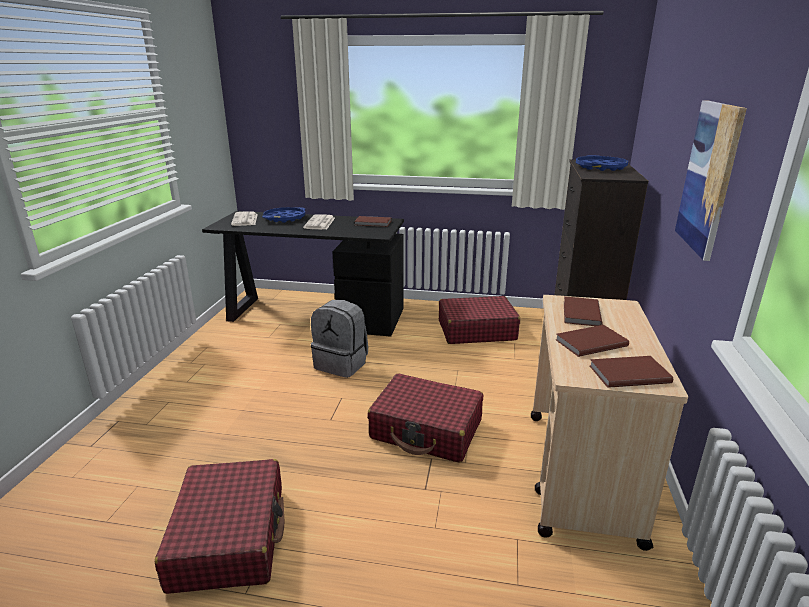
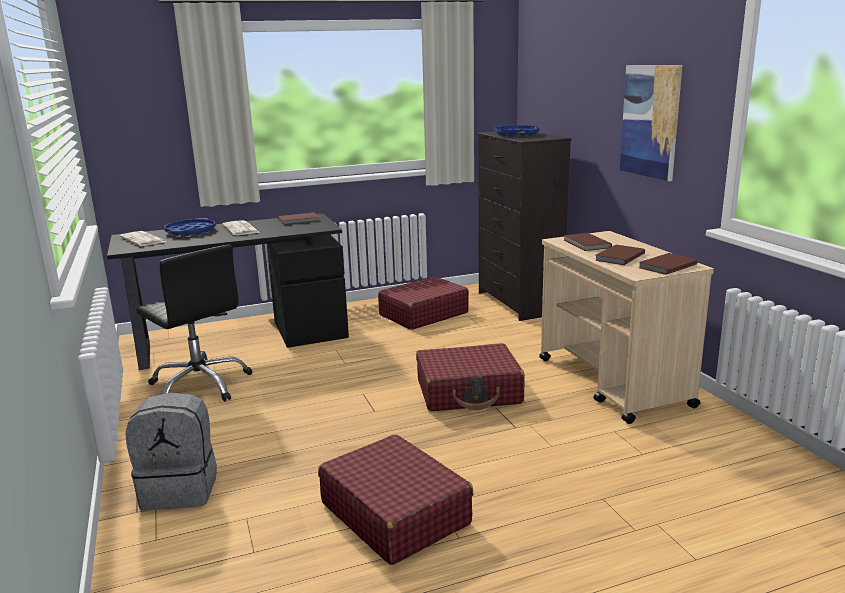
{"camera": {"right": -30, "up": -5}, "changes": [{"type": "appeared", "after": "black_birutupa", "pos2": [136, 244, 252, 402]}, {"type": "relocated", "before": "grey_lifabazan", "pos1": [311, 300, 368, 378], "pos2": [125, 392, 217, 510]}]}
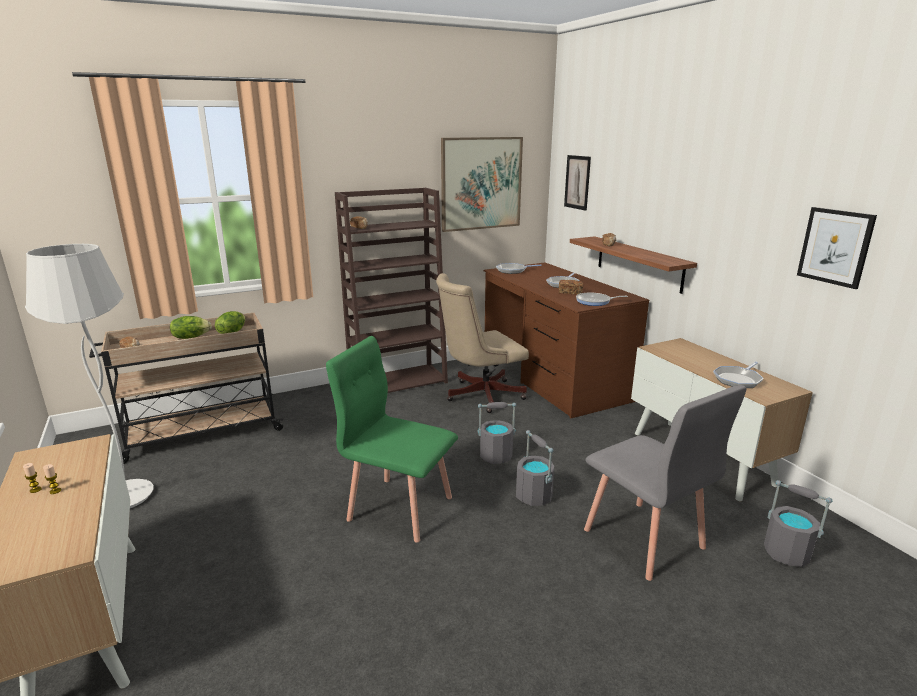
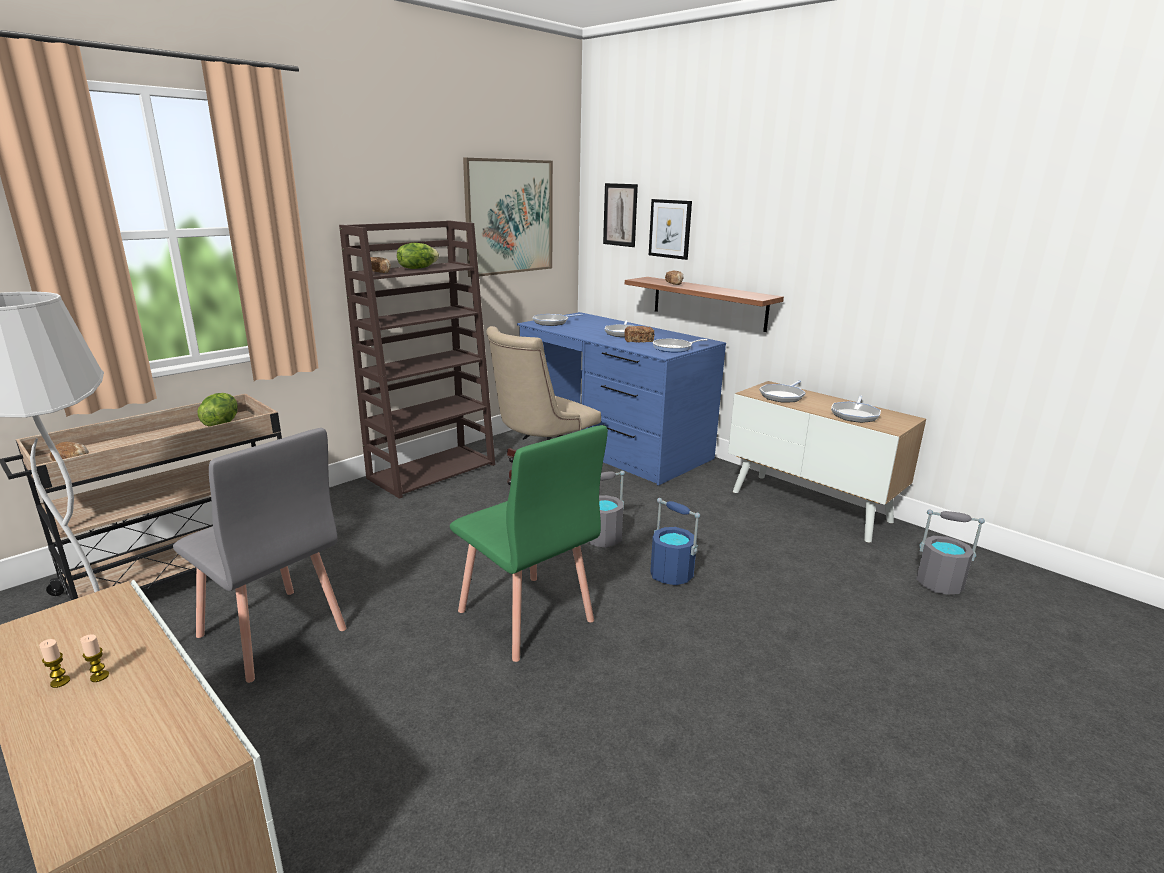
{"camera": {"right": -20, "up": 0}, "changes": [{"type": "appeared", "after": "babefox", "pos2": [759, 380, 806, 403]}, {"type": "relocated", "before": "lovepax", "pos1": [170, 316, 212, 339], "pos2": [397, 243, 439, 269]}, {"type": "relocated", "before": "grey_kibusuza", "pos1": [584, 385, 746, 581], "pos2": [173, 428, 347, 683]}, {"type": "relocated", "before": "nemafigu", "pos1": [797, 207, 877, 289], "pos2": [649, 199, 692, 260]}, {"type": "colour", "before": "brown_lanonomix", "after": "blue_lanonomix", "pos1": [484, 263, 649, 419], "pos2": [517, 312, 726, 486]}, {"type": "colour", "before": "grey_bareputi", "after": "blue_bareputi", "pos1": [516, 430, 555, 506], "pos2": [650, 498, 700, 585]}, {"type": "spun", "before": "green_kibusuza", "pos1": [326, 336, 458, 543], "pos2": [450, 425, 608, 662], "turn": -135}]}
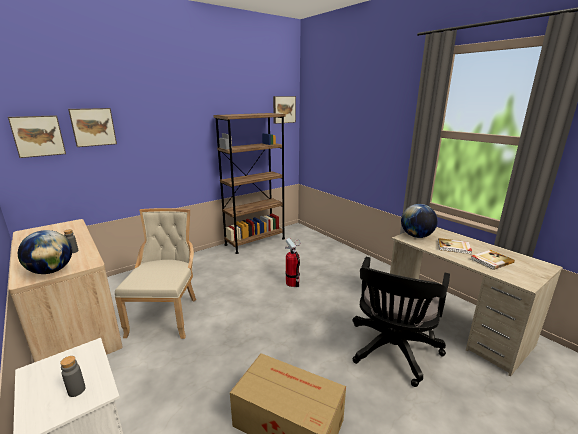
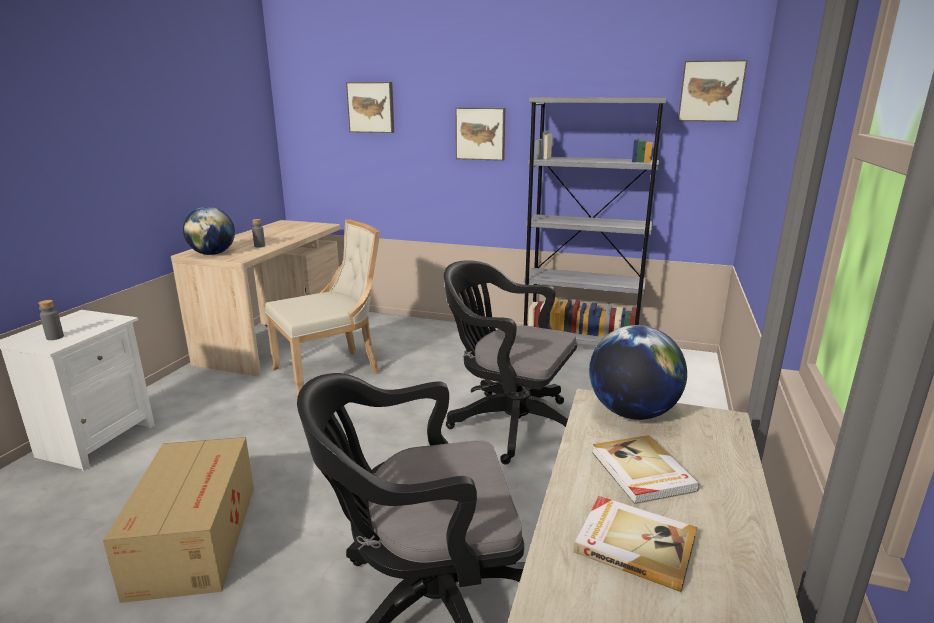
{"camera": {"right": 55, "up": 0}, "changes": [{"type": "relocated", "before": "nemafigu", "pos1": [8, 115, 66, 158], "pos2": [455, 108, 505, 161]}, {"type": "exchanged", "before": "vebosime", "after": "black_birutupa", "pos1": [285, 238, 301, 287], "pos2": [444, 260, 577, 465]}, {"type": "colour", "before": "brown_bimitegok", "after": "grey_bimitegok", "pos1": [214, 113, 286, 254], "pos2": [524, 97, 666, 346]}]}
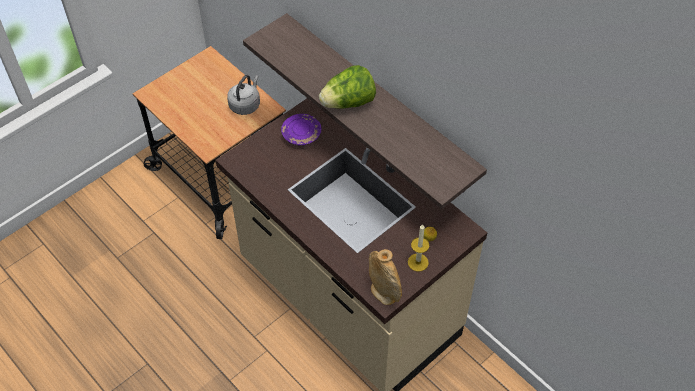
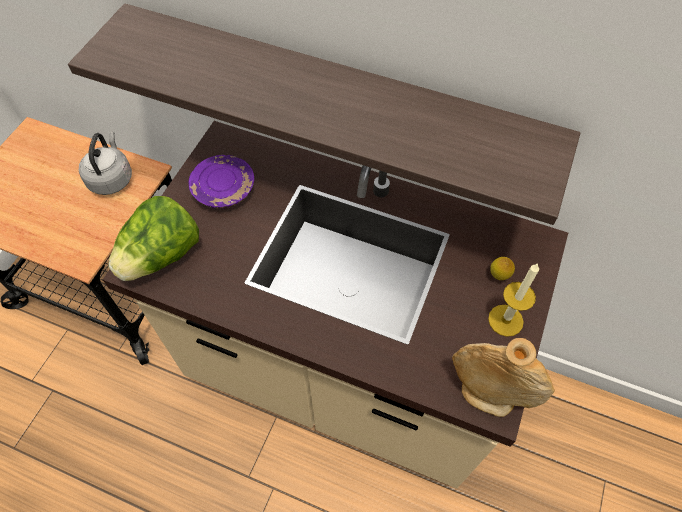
{"camera": {"right": -25, "up": 5}, "changes": [{"type": "relocated", "before": "lovepax", "pos1": [319, 65, 376, 109], "pos2": [109, 196, 199, 281]}]}
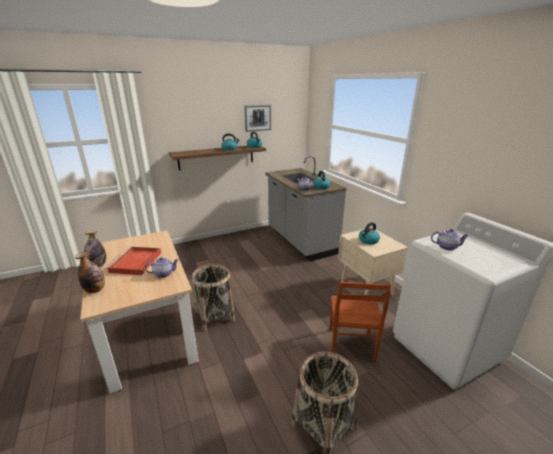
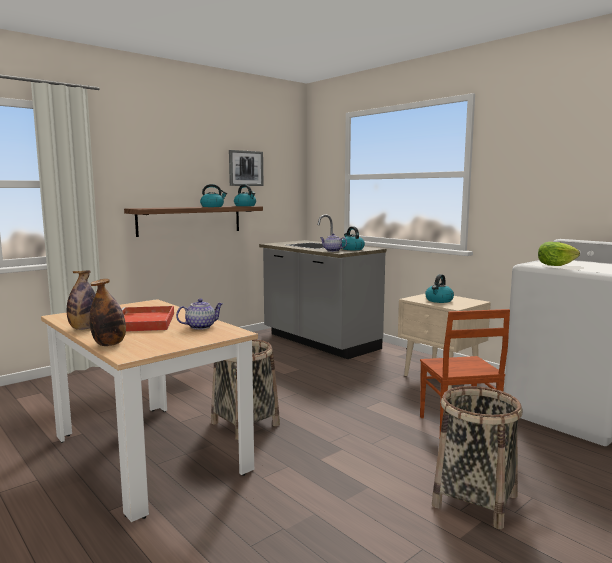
{"camera": {"right": -15, "up": -15}, "changes": [{"type": "exchanged", "before": "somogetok", "after": "lovepax", "pos1": [431, 229, 470, 251], "pos2": [538, 242, 580, 266]}]}
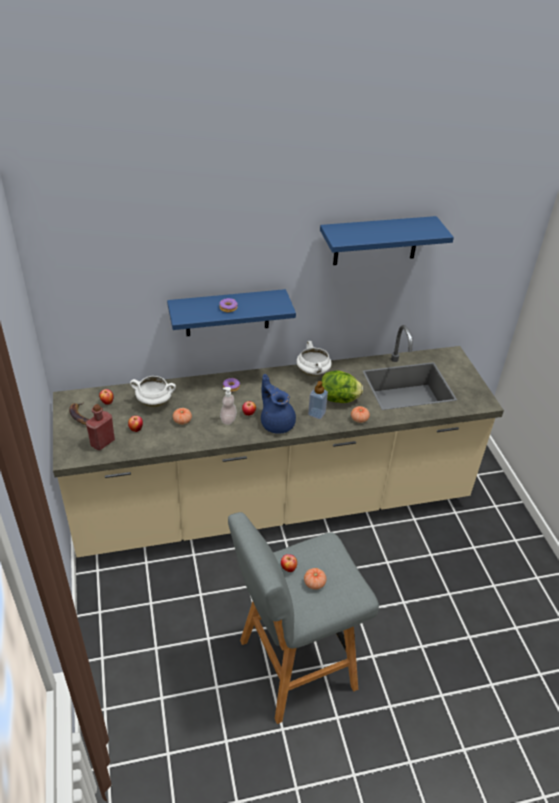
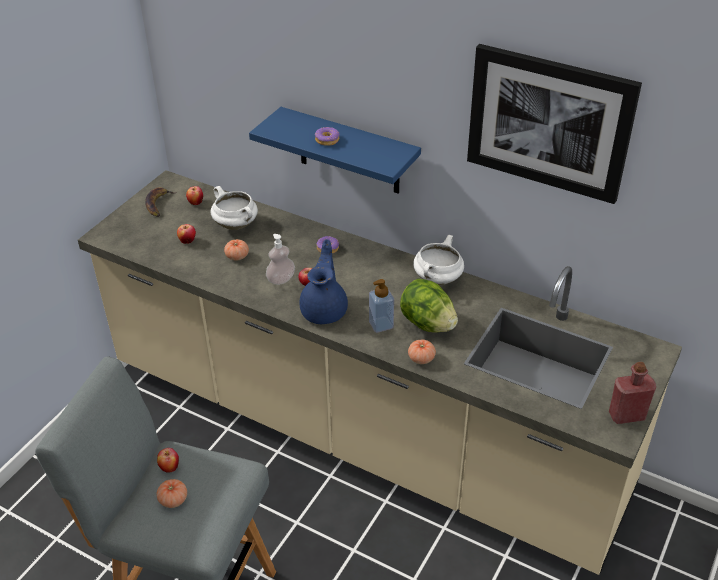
{"camera": {"right": 45, "up": 0}, "changes": [{"type": "relocated", "before": "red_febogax", "pos1": [86, 404, 115, 450], "pos2": [609, 362, 656, 424]}, {"type": "exchanged", "before": "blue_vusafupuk", "after": "nemafigu", "pos1": [320, 216, 454, 265], "pos2": [467, 44, 642, 204]}]}
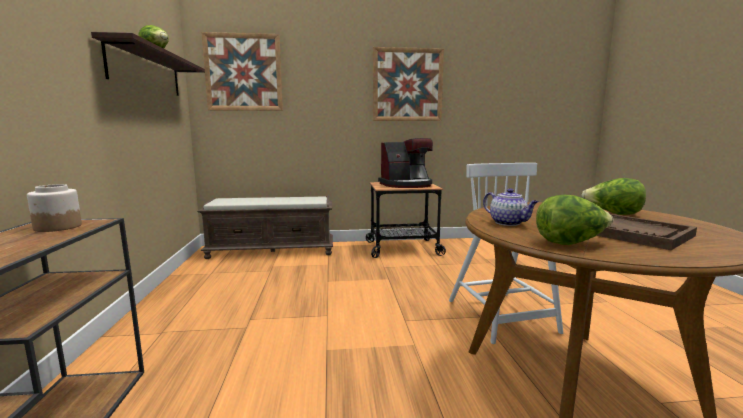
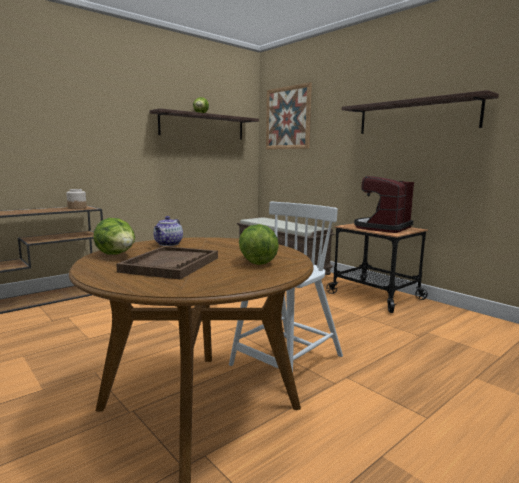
{"camera": {"right": 55, "up": 0}, "changes": [{"type": "exchanged", "before": "nemafigu", "after": "vusafupuk", "pos1": [373, 47, 444, 121], "pos2": [342, 90, 499, 134]}, {"type": "spun", "before": "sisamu", "pos1": [378, 138, 433, 188], "pos2": [354, 176, 414, 233], "turn": 90}]}
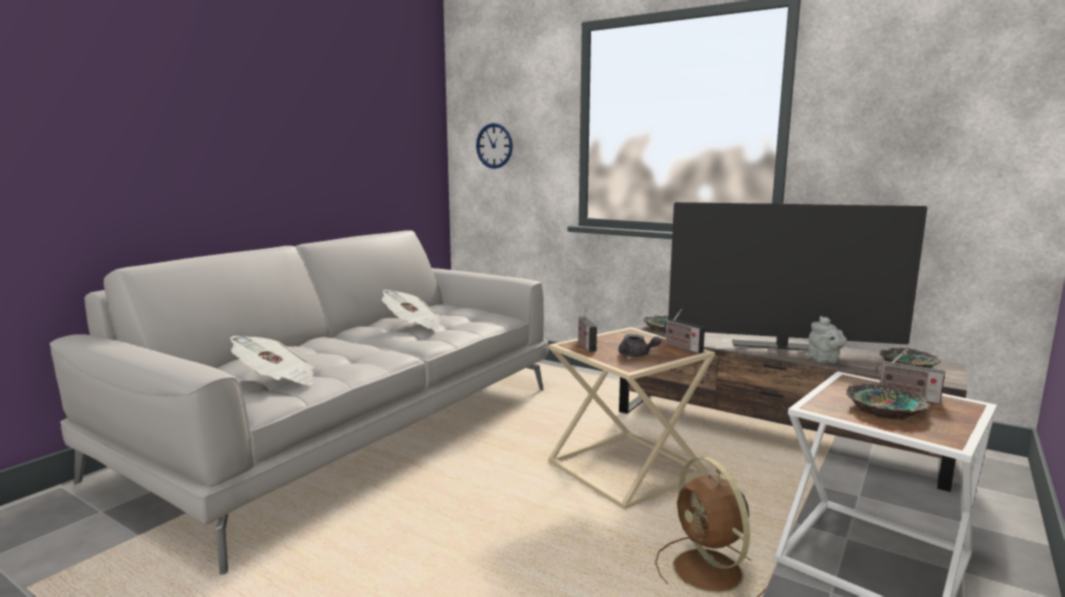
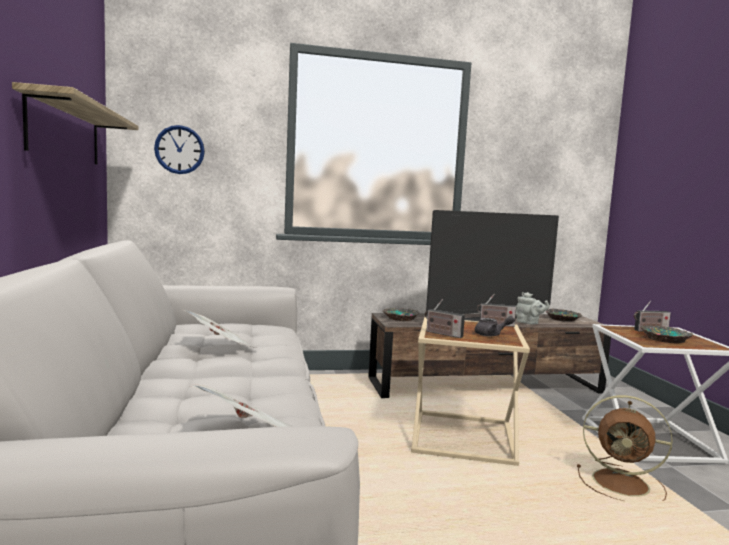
{"camera": {"right": -45, "up": -5}, "changes": [{"type": "appeared", "after": "vusafupuk", "pos2": [12, 82, 138, 165]}]}
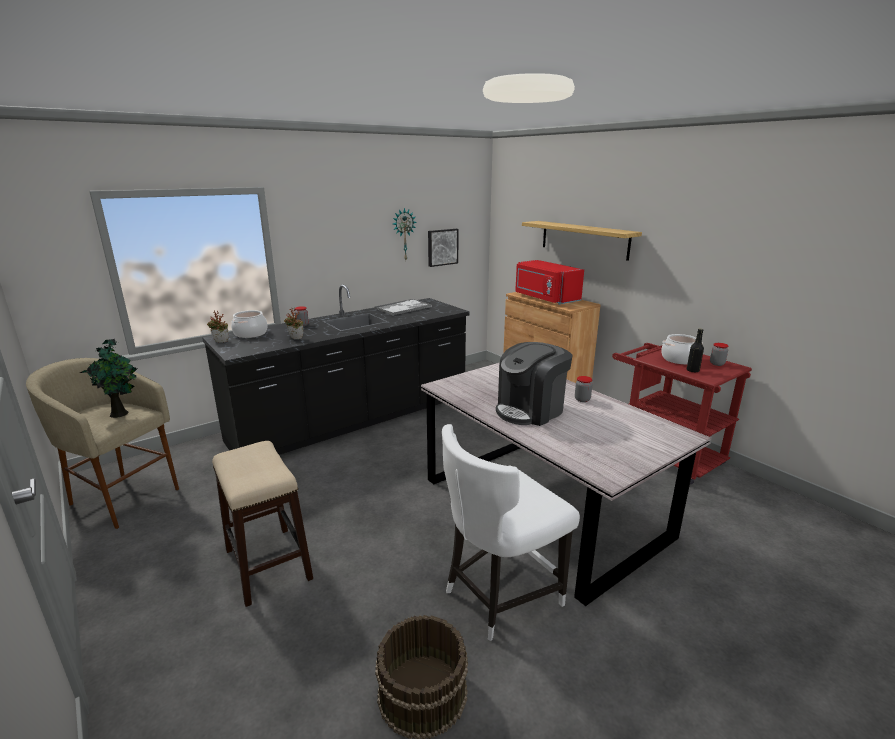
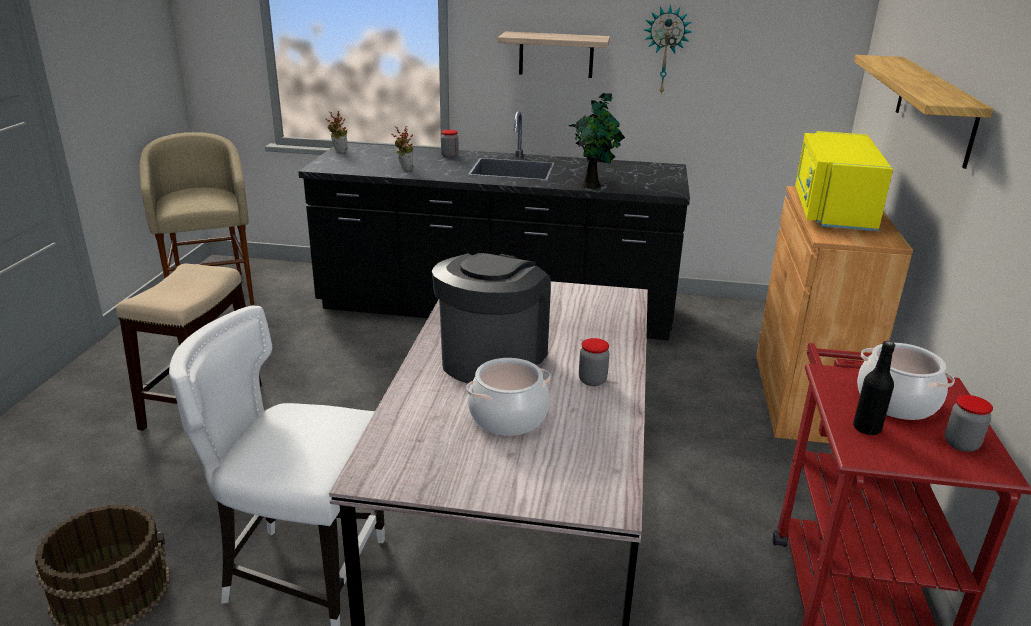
{"camera": {"right": 45, "up": 5}, "changes": [{"type": "missing", "before": "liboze", "pos1": [374, 299, 432, 316]}, {"type": "missing", "before": "nemafigu", "pos1": [428, 229, 459, 267]}, {"type": "appeared", "after": "vusafupuk", "pos2": [498, 31, 610, 78]}, {"type": "relocated", "before": "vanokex", "pos1": [80, 339, 137, 418], "pos2": [569, 93, 625, 189]}, {"type": "relocated", "before": "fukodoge", "pos1": [231, 310, 268, 338], "pos2": [466, 358, 551, 436]}, {"type": "colour", "before": "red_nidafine", "after": "yellow_nidafine", "pos1": [515, 260, 584, 305], "pos2": [795, 131, 893, 231]}, {"type": "spun", "before": "sisamu", "pos1": [496, 342, 572, 426], "pos2": [432, 253, 551, 384], "turn": 105}]}
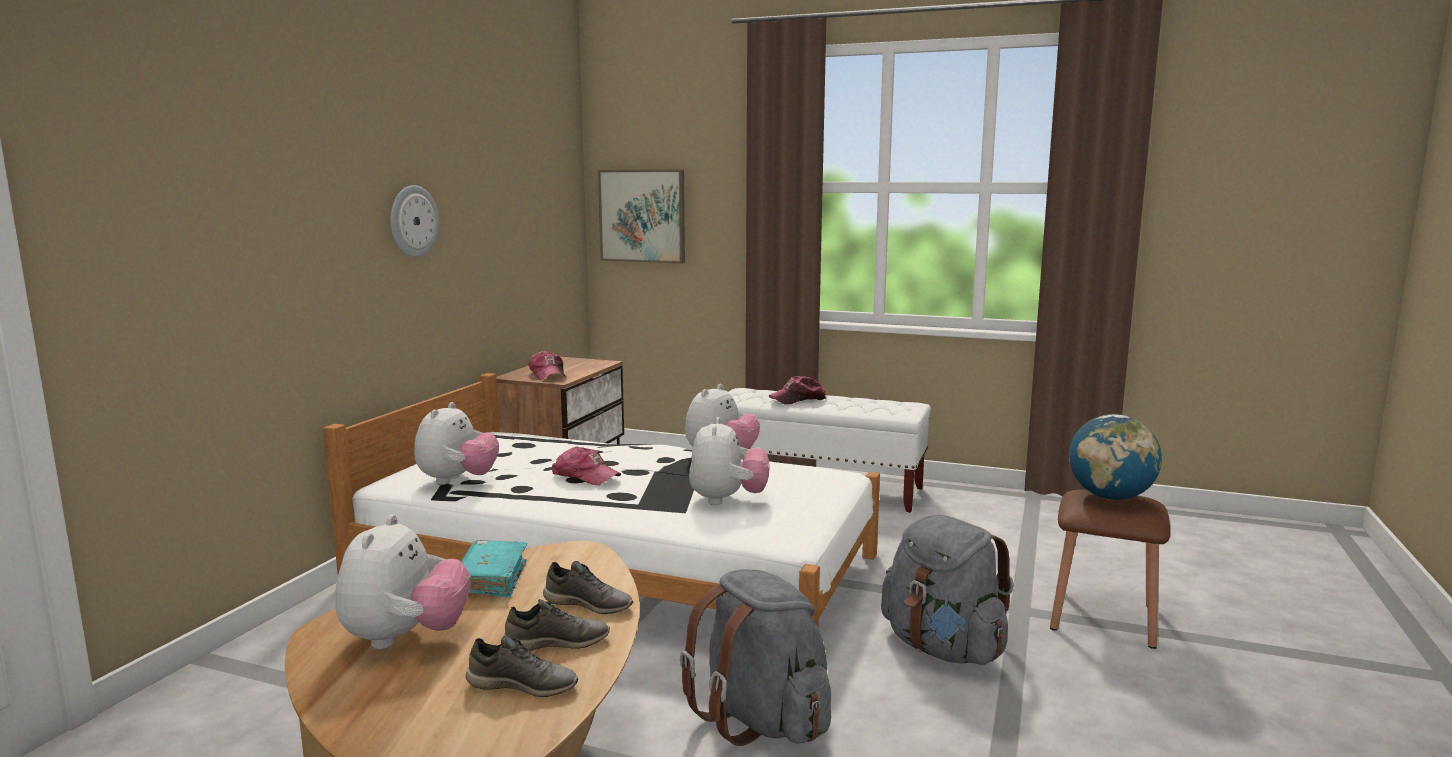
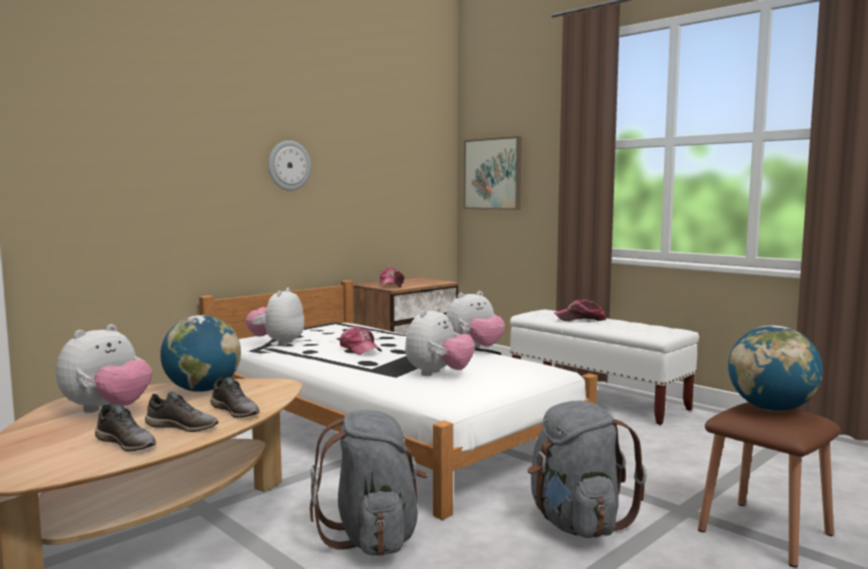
{"camera": {"right": 25, "up": -5}, "changes": [{"type": "exchanged", "before": "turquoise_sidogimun", "after": "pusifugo", "pos1": [461, 540, 527, 597], "pos2": [160, 315, 241, 392]}, {"type": "spun", "before": "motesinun", "pos1": [414, 402, 499, 485], "pos2": [246, 288, 304, 346], "turn": 150}]}
